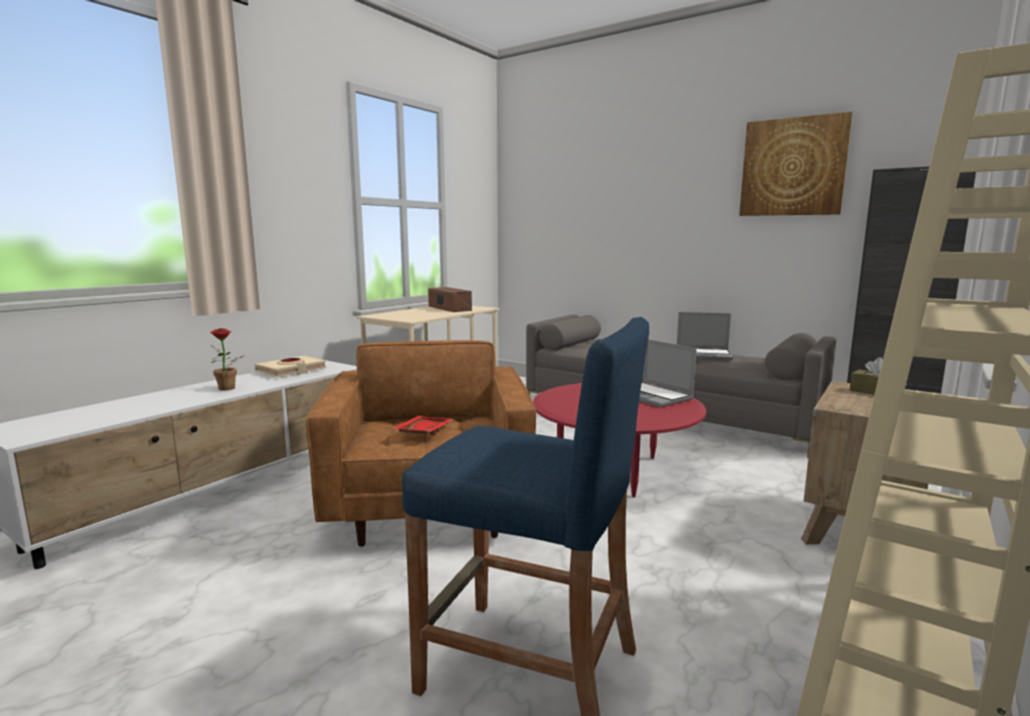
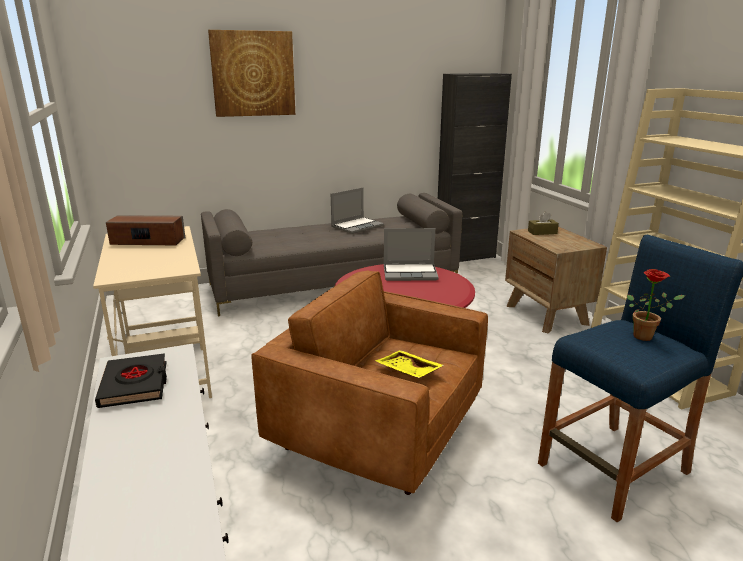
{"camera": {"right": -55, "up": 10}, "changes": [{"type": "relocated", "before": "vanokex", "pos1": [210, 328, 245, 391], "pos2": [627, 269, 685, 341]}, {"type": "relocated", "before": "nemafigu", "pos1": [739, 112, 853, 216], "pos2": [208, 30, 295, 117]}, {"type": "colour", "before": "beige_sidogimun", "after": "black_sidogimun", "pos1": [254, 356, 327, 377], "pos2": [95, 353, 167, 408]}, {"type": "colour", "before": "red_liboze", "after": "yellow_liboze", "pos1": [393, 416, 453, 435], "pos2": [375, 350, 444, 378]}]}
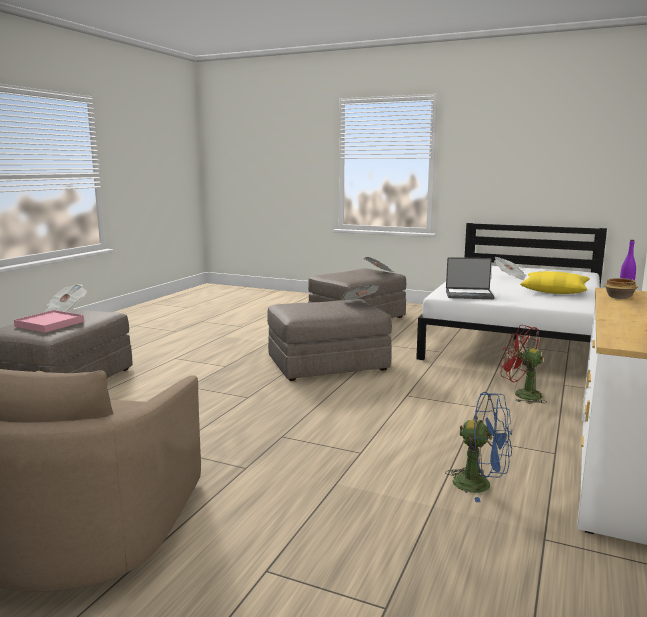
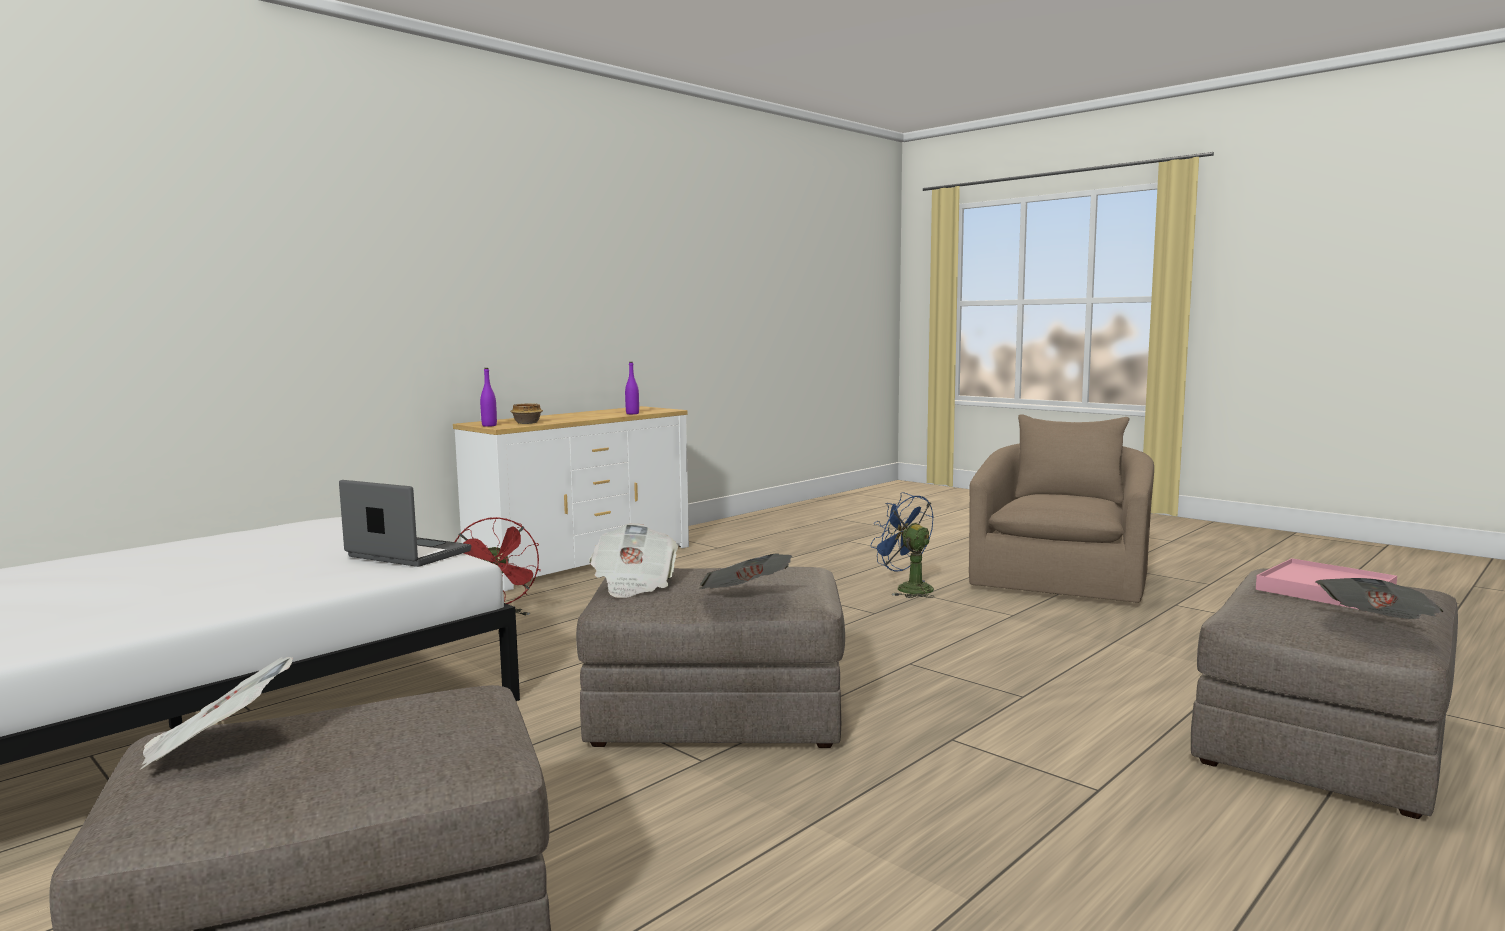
{"camera": {"right": -160, "up": -5}, "changes": [{"type": "missing", "before": "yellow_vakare", "pos1": [520, 271, 590, 294]}, {"type": "appeared", "after": "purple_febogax", "pos2": [625, 362, 639, 414]}, {"type": "relocated", "before": "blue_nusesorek", "pos1": [445, 392, 512, 502], "pos2": [870, 492, 934, 598]}, {"type": "relocated", "before": "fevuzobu", "pos1": [494, 257, 527, 281], "pos2": [699, 553, 792, 589]}]}
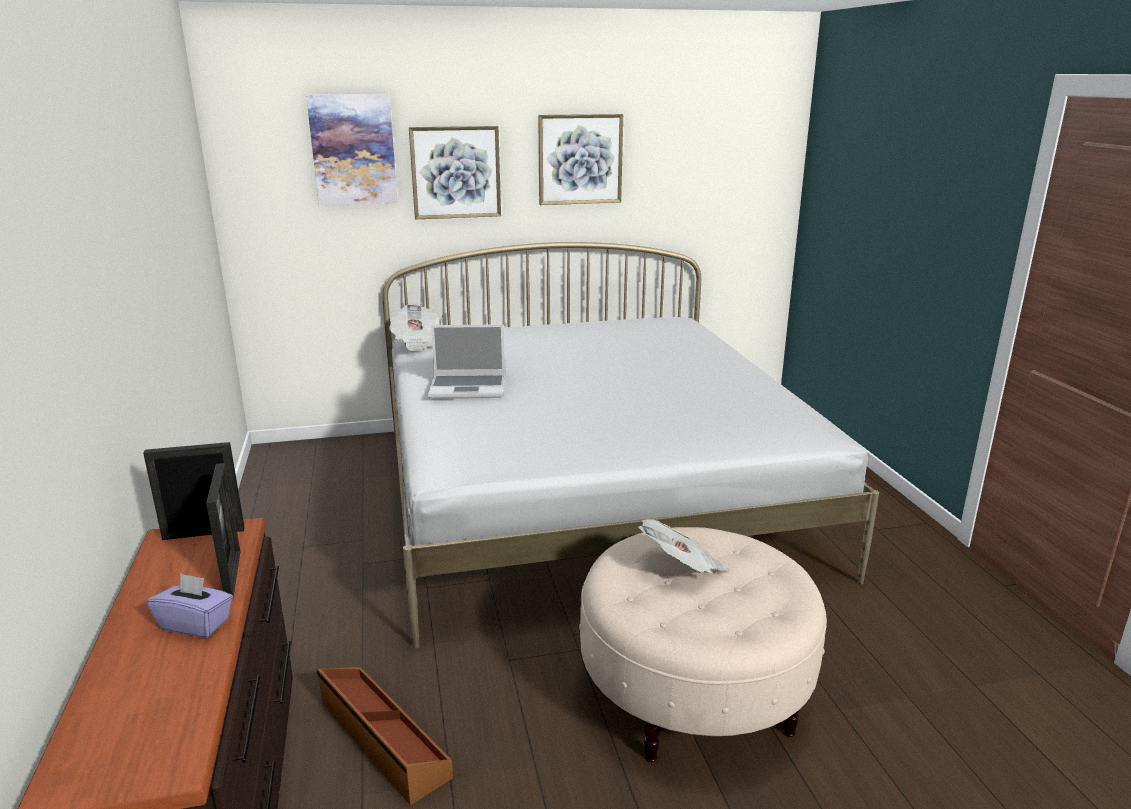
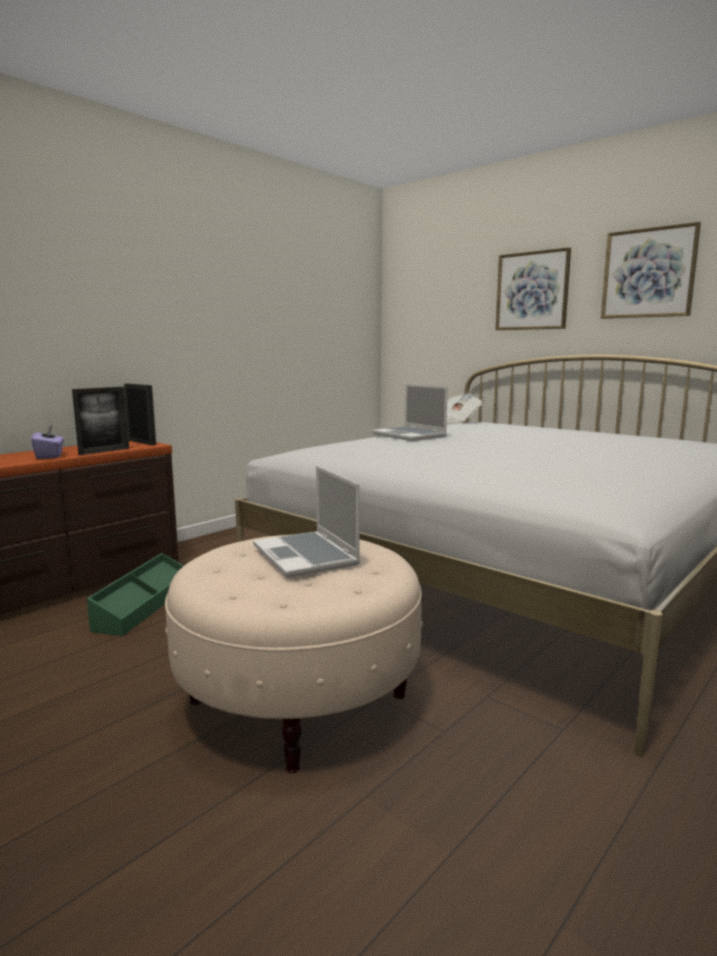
{"camera": {"right": 55, "up": -10}, "changes": [{"type": "missing", "before": "nemafigu", "pos1": [306, 94, 398, 205]}, {"type": "exchanged", "before": "fevuzobu", "after": "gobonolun", "pos1": [638, 519, 729, 574], "pos2": [253, 466, 360, 578]}, {"type": "colour", "before": "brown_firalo", "after": "green_firalo", "pos1": [317, 667, 453, 806], "pos2": [86, 553, 184, 636]}]}
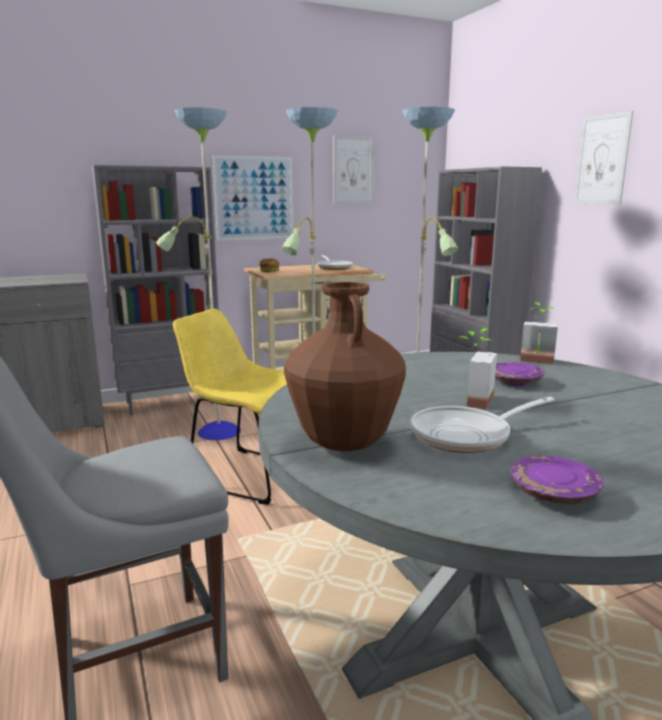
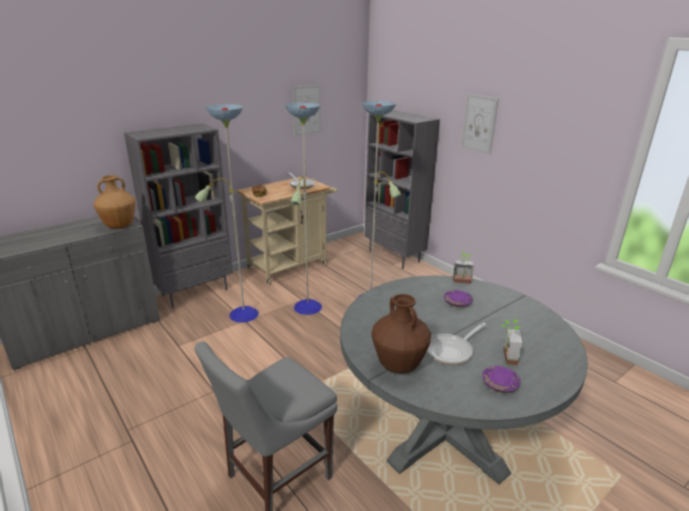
{"camera": {"right": -15, "up": 10}, "changes": [{"type": "missing", "before": "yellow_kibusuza", "pos1": [173, 308, 287, 505]}, {"type": "missing", "before": "nemafigu", "pos1": [213, 155, 293, 241]}, {"type": "appeared", "after": "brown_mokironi", "pos2": [93, 175, 136, 229]}, {"type": "relocated", "before": "vanokex", "pos1": [460, 328, 497, 409], "pos2": [501, 320, 523, 365]}]}
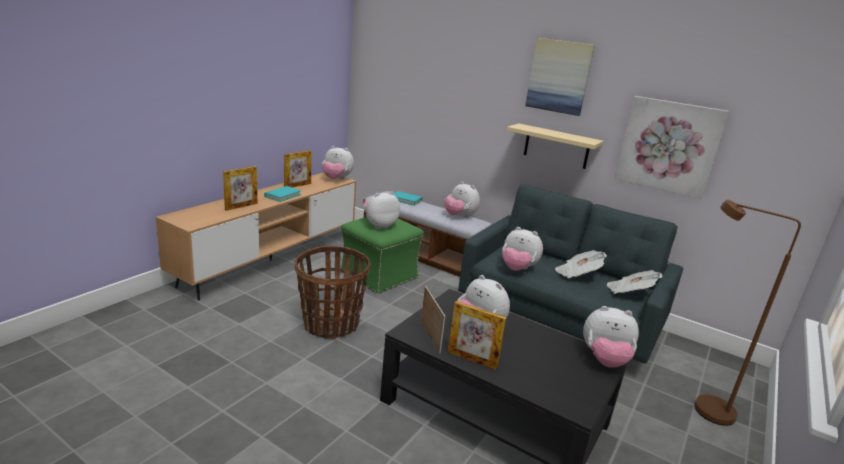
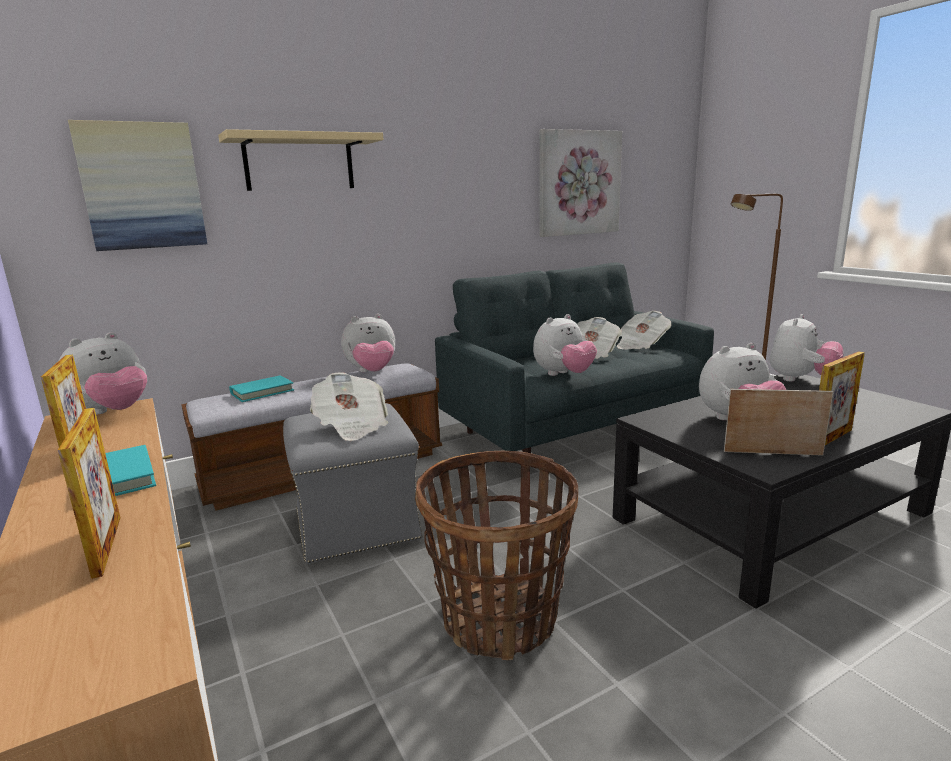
{"camera": {"right": -60, "up": -5}, "changes": [{"type": "relocated", "before": "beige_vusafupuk", "pos1": [506, 124, 604, 169], "pos2": [218, 129, 384, 191]}, {"type": "relocated", "before": "nemafigu", "pos1": [525, 38, 595, 116], "pos2": [68, 120, 207, 251]}, {"type": "exchanged", "before": "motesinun", "after": "fevuzobu", "pos1": [363, 191, 400, 229], "pos2": [310, 372, 388, 441]}, {"type": "colour", "before": "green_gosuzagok", "after": "grey_gosuzagok", "pos1": [341, 217, 424, 294], "pos2": [283, 403, 422, 564]}]}
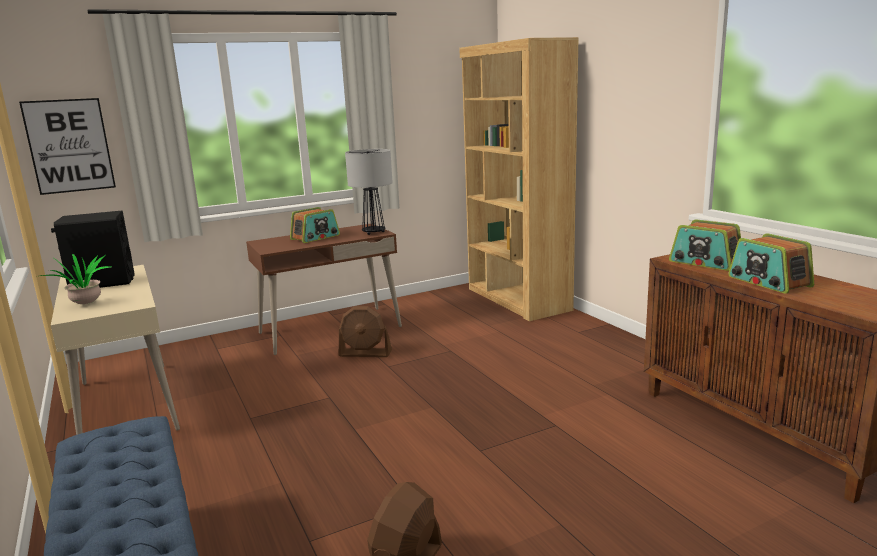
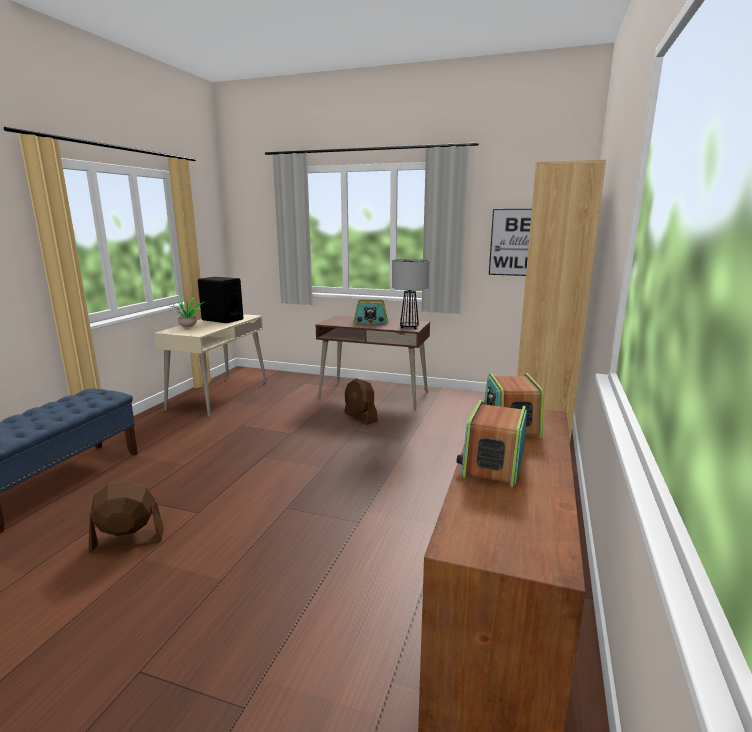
{"camera": {"right": 45, "up": 0}, "changes": [{"type": "relocated", "before": "nemafigu", "pos1": [19, 98, 116, 195], "pos2": [489, 209, 532, 276]}]}
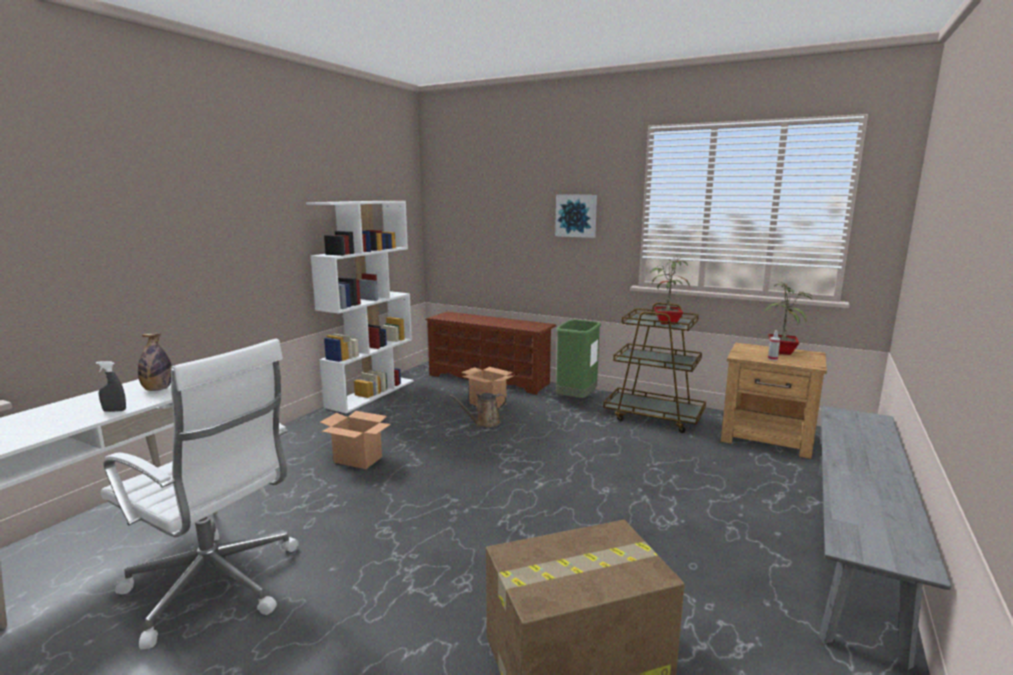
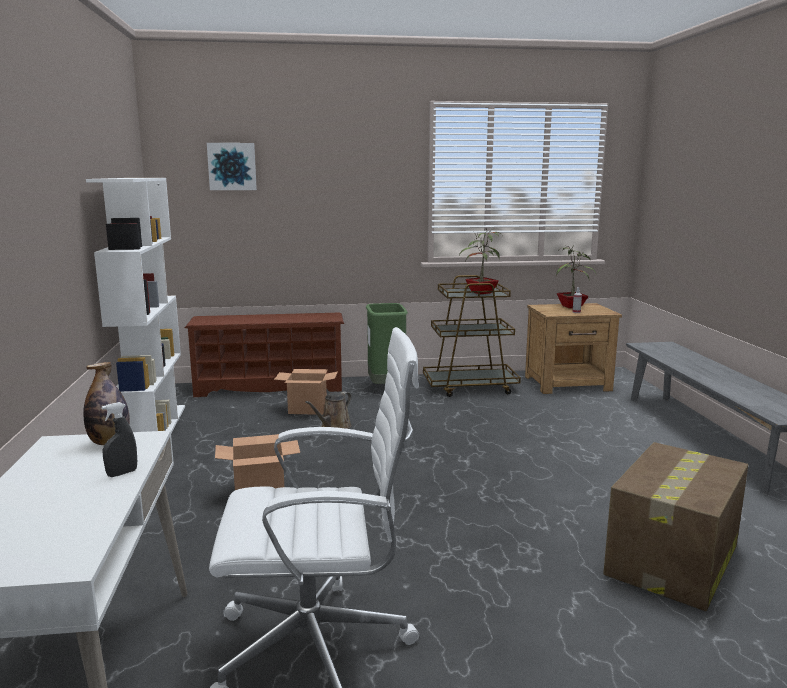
{"camera": {"right": -35, "up": 0}, "changes": [{"type": "relocated", "before": "nemafigu", "pos1": [555, 195, 597, 238], "pos2": [207, 143, 257, 190]}]}
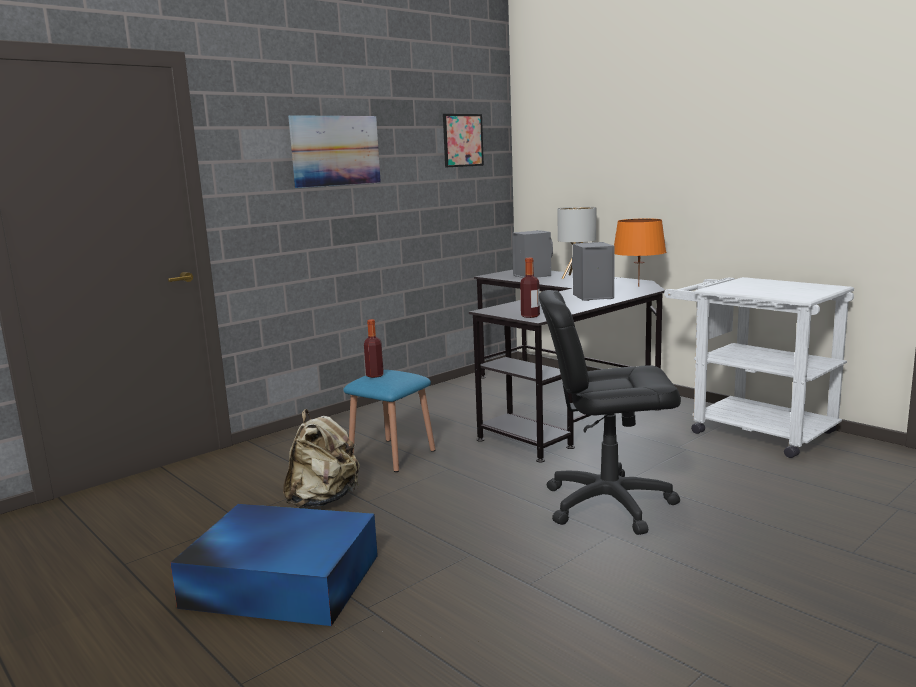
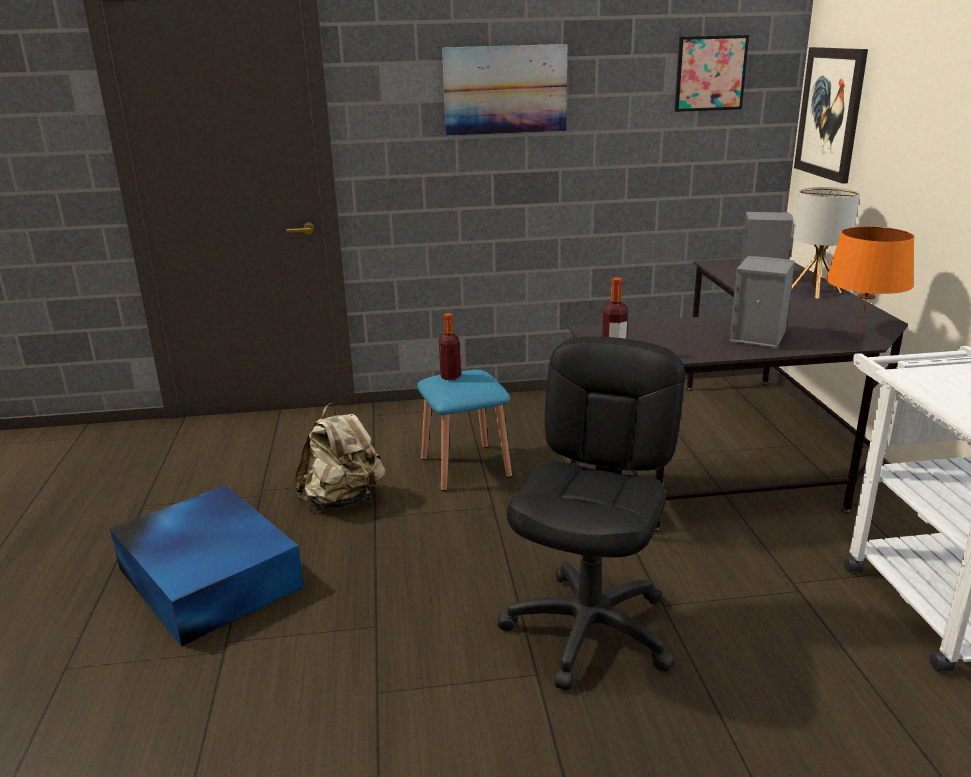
{"camera": {"right": 35, "up": 10}, "changes": [{"type": "appeared", "after": "nemafigu", "pos2": [794, 47, 868, 184]}, {"type": "spun", "before": "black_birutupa", "pos1": [539, 290, 681, 535], "pos2": [498, 336, 685, 690], "turn": 75}]}
